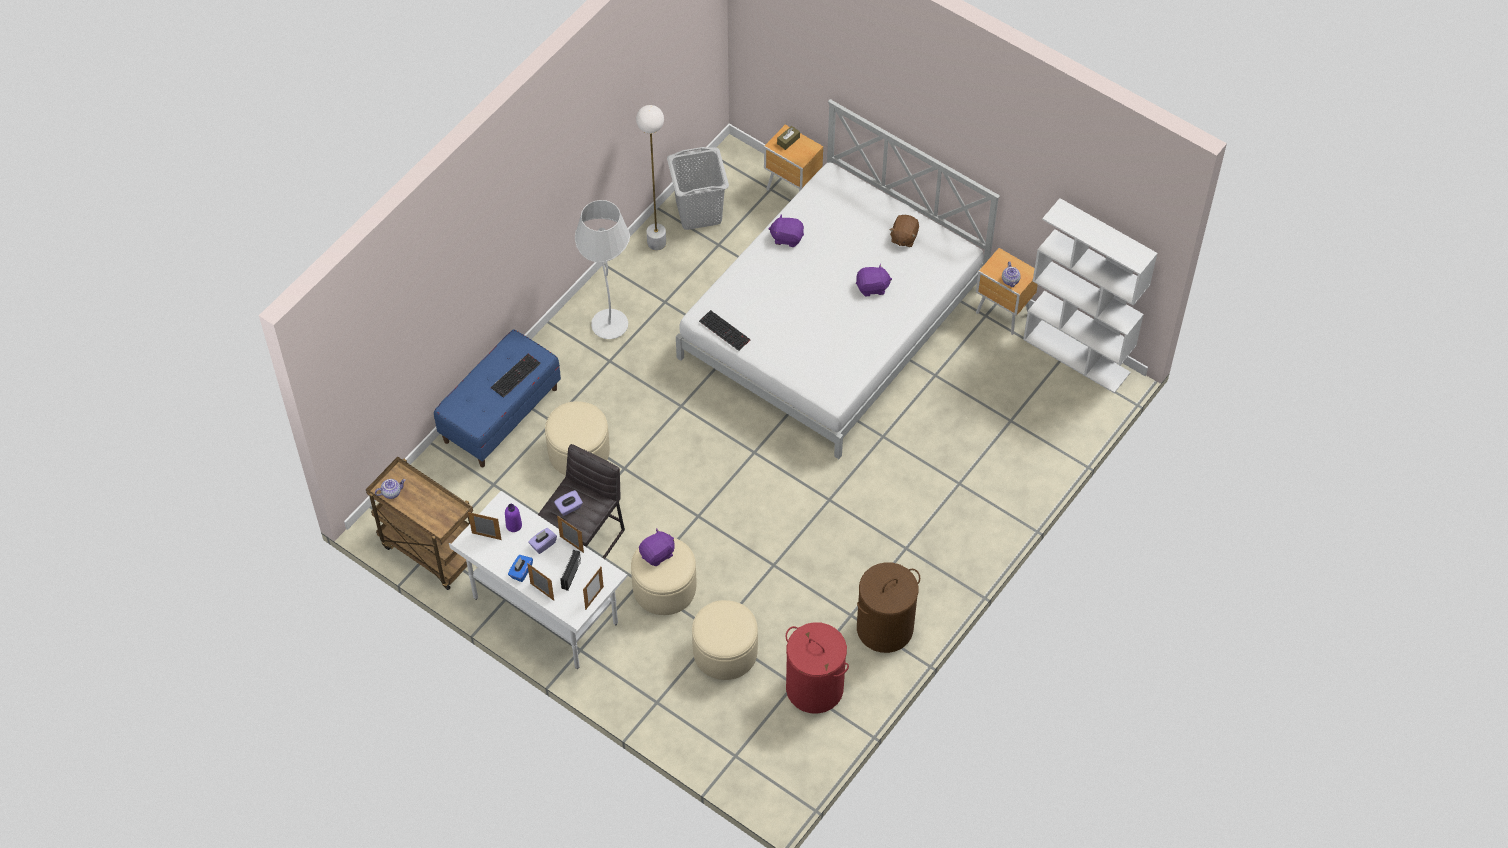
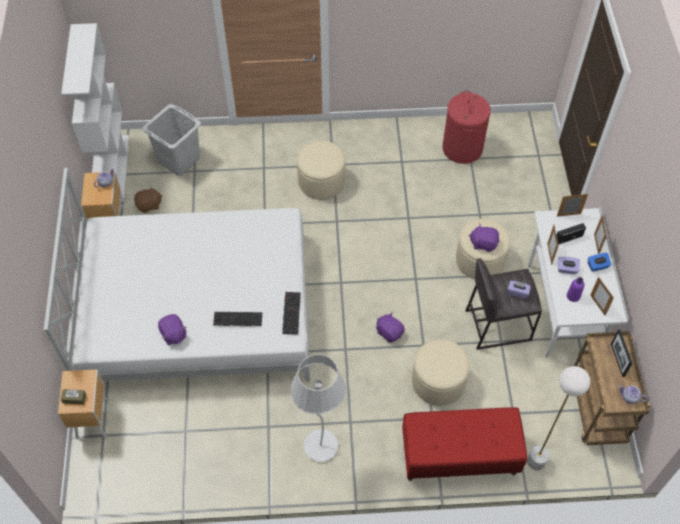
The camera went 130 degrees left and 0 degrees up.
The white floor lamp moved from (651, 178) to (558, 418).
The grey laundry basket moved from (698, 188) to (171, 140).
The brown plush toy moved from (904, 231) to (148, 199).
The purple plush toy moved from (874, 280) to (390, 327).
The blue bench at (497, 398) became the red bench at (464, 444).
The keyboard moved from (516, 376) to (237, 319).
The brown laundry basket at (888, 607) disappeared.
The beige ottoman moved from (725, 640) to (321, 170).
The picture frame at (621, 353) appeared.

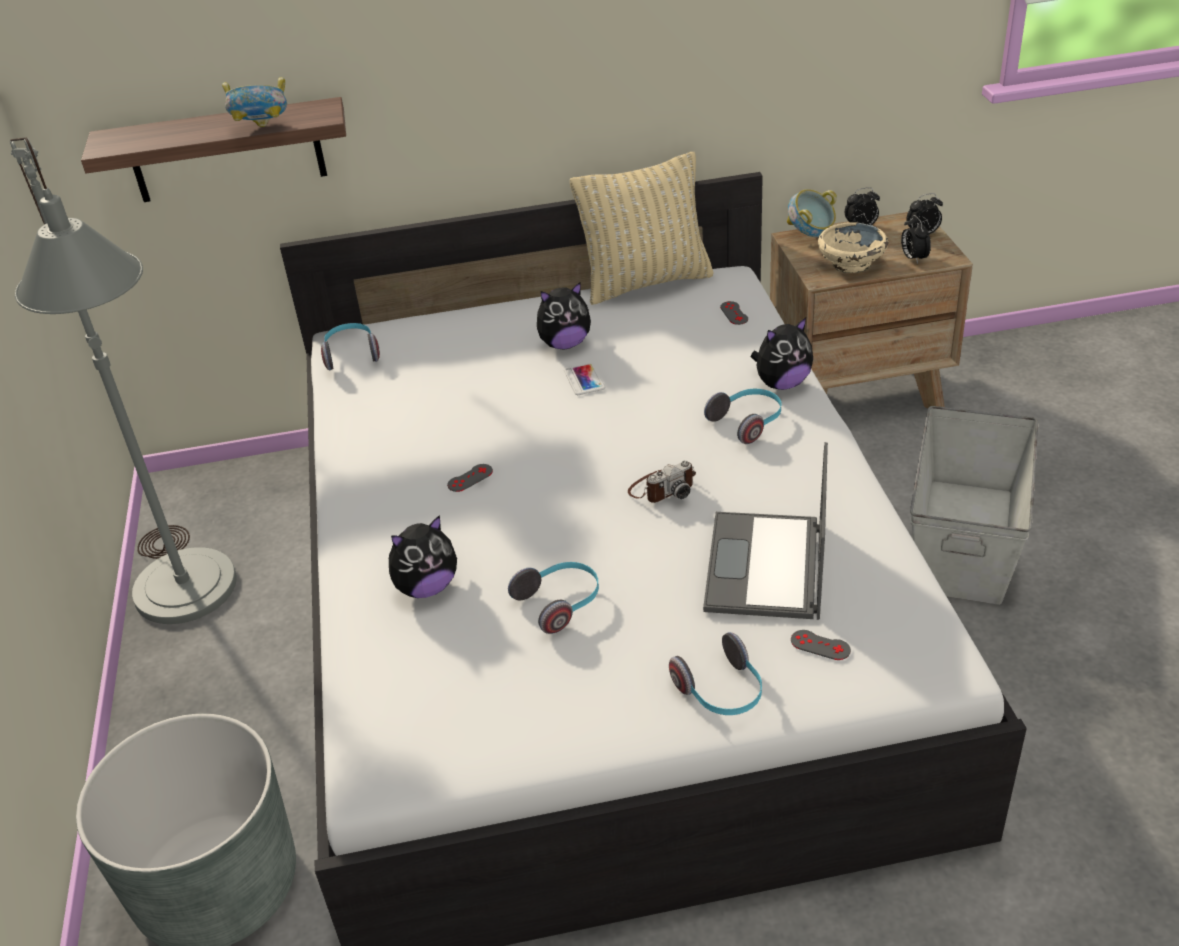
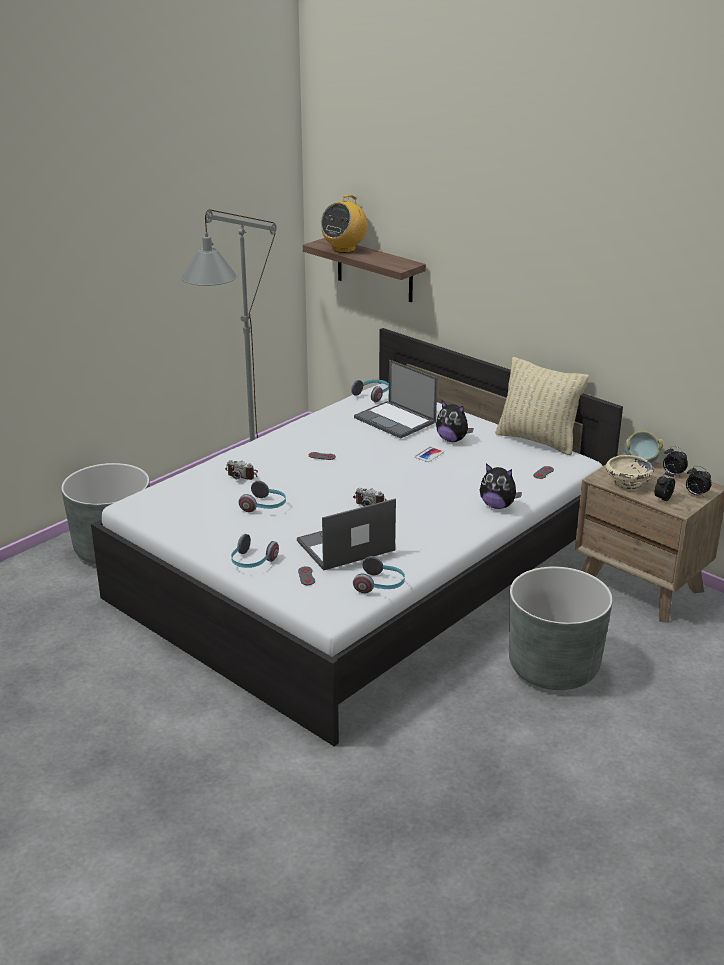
The camera went 50 degrees right and 10 degrees down.
The bowl at (254, 102) disappeared.
The headphones moved from (743, 416) to (379, 575).
The grey storage box at (974, 505) was replaced by the grey planter at (561, 628).
The plush toy at (423, 556) was replaced by the photo camera at (241, 470).
The radio at (344, 224) appeared.
The laptop at (396, 399) appeared.

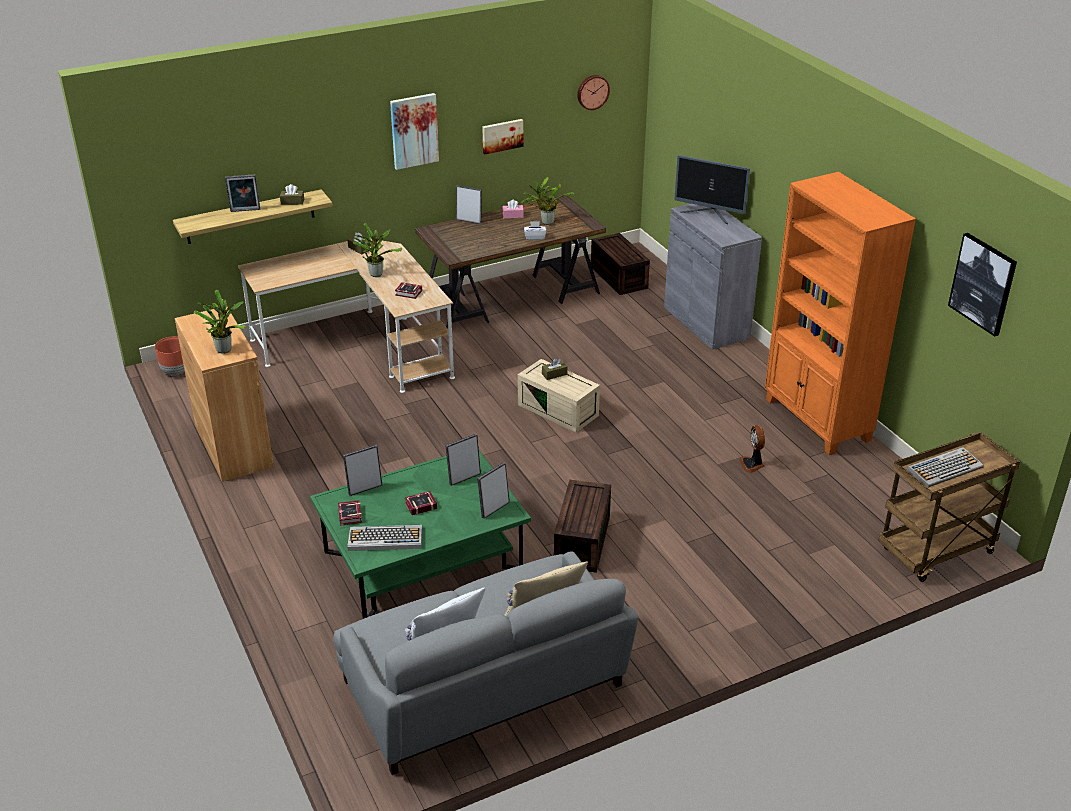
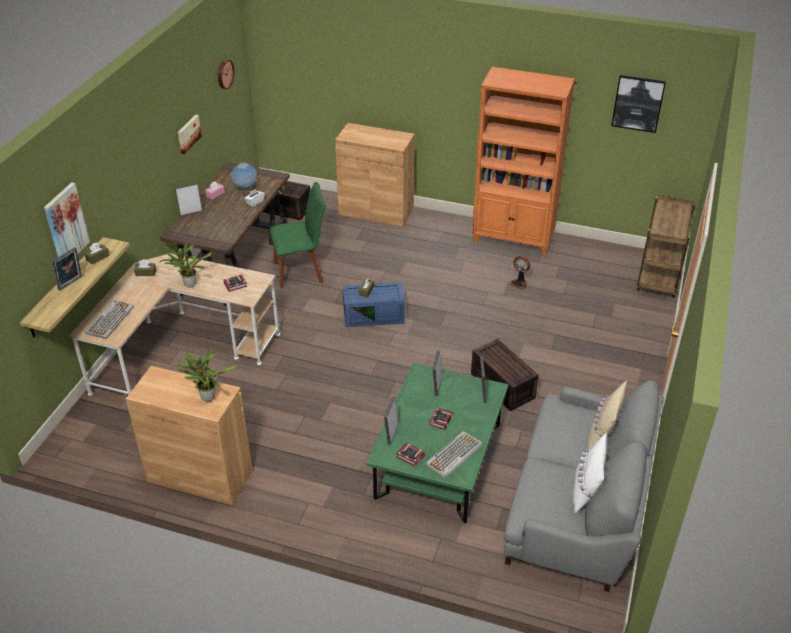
The camera went 45 degrees left and 5 degrees up.
The picture moved from (414, 131) to (67, 219).
The monitor at (712, 189) disappeared.
The potted plant at (547, 201) was replaced by the globe at (244, 176).
The grey cabinet at (713, 277) became the brown cabinet at (375, 175).
The brown planter at (170, 355) disappeared.
The beige storage box at (559, 396) became the blue storage box at (374, 304).
The keyboard moved from (945, 467) to (109, 319).
The green chair at (297, 235) appeared.

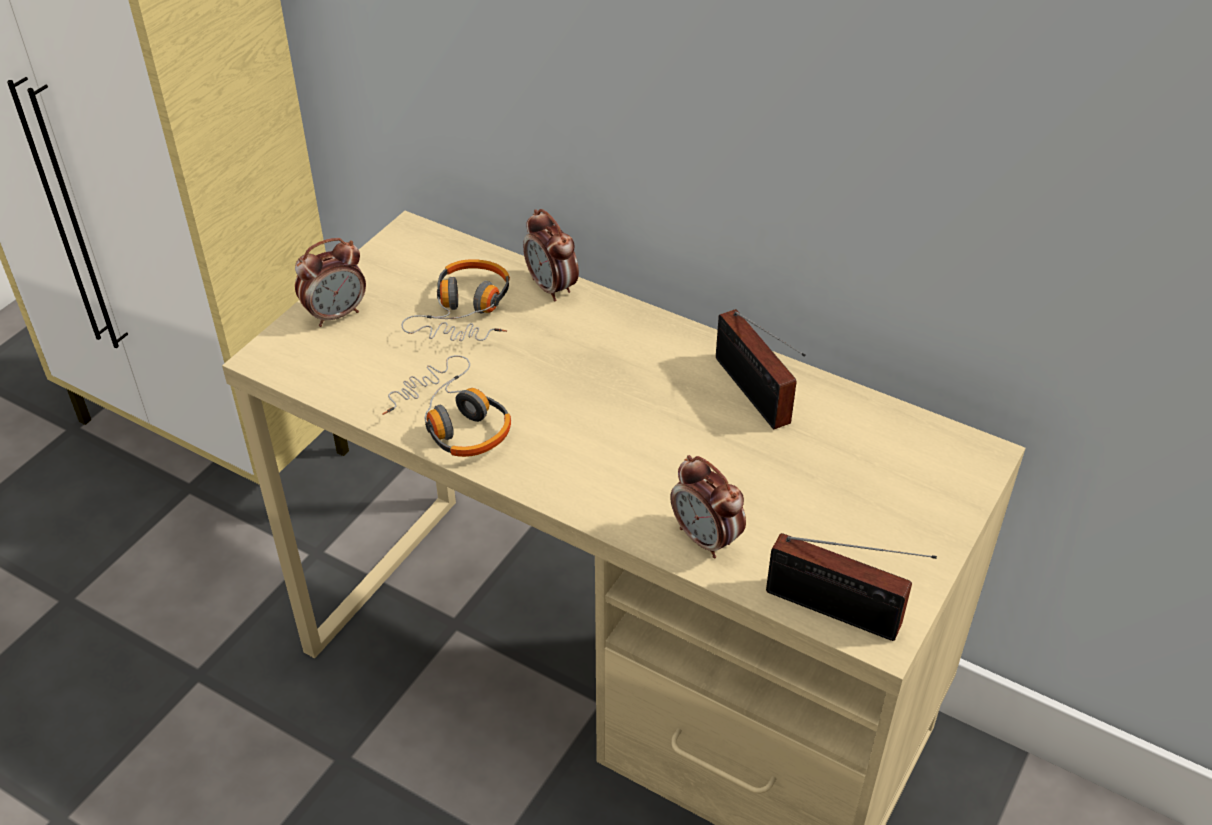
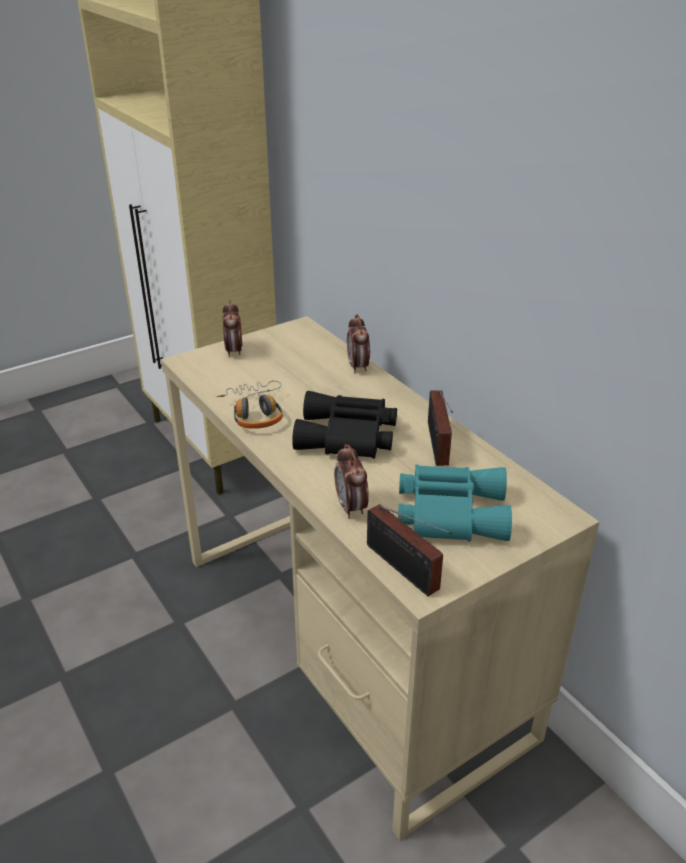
The camera went 25 degrees right and 10 degrees down.
The alarm clock at (330, 282) turned 90 degrees clockwise.
The headphones at (455, 300) disappeared.
The black binoculars at (344, 425) appeared.
The turquoise binoculars at (455, 502) appeared.

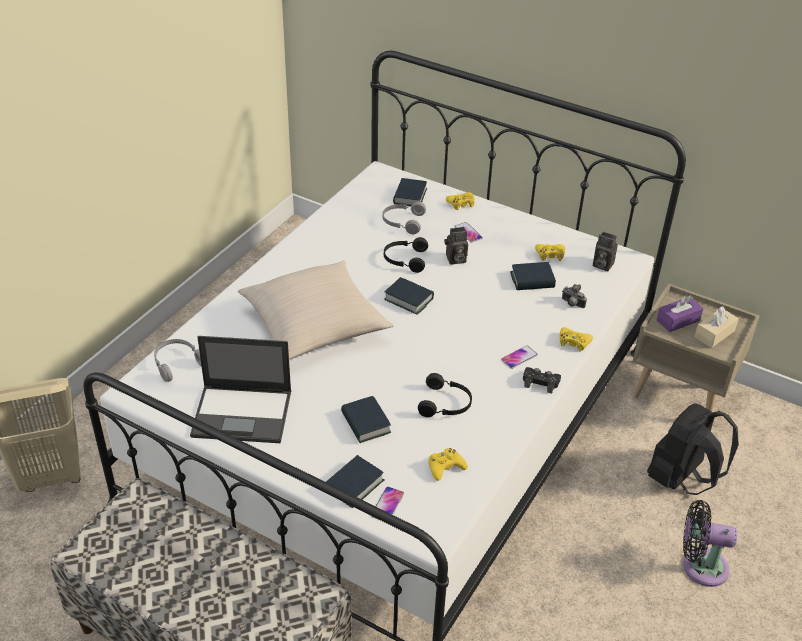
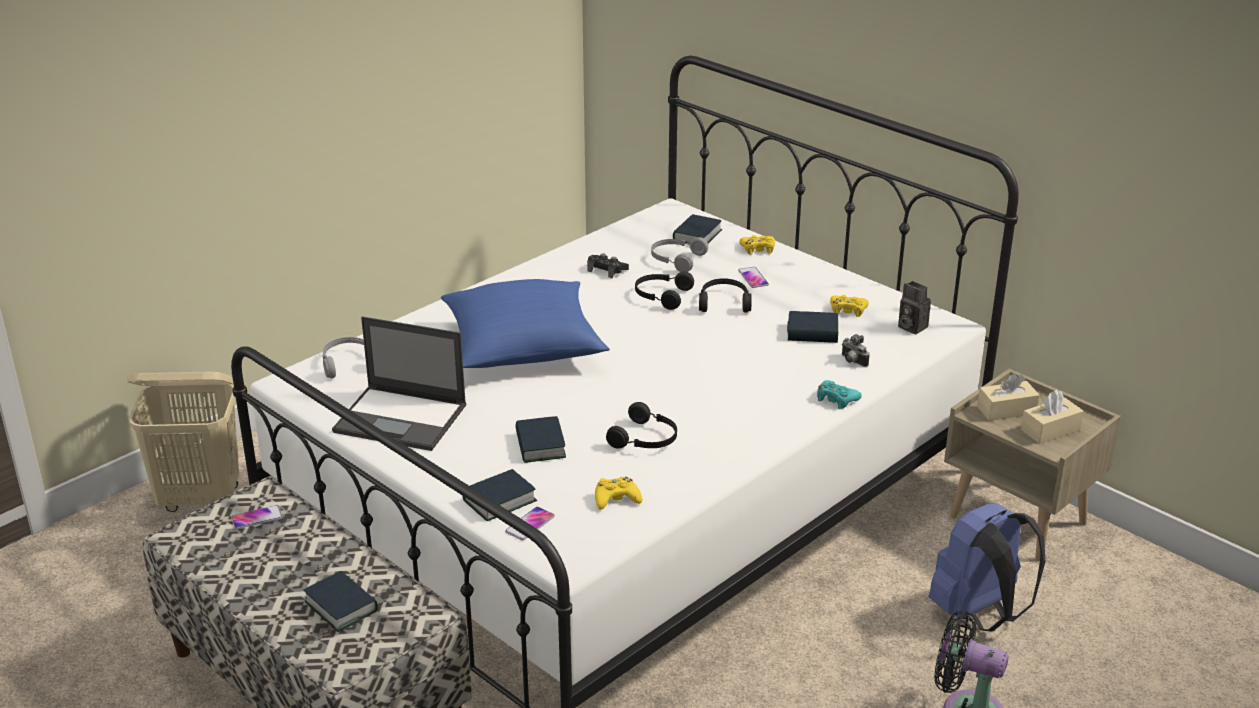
The camera went 15 degrees right and 10 degrees down.
The photo camera at (456, 246) was replaced by the black headphones at (725, 295).
The beige pillow at (316, 310) became the blue pillow at (525, 323).
The book moved from (409, 296) to (340, 601).
The purple tissue box at (680, 313) became the beige tissue box at (1008, 397).
The yellow game controller at (576, 339) became the turquoise game controller at (839, 394).
The phone moved from (519, 357) to (257, 517).
The black game controller moved from (542, 380) to (608, 266).
The black backpack at (693, 449) became the blue backpack at (987, 568).

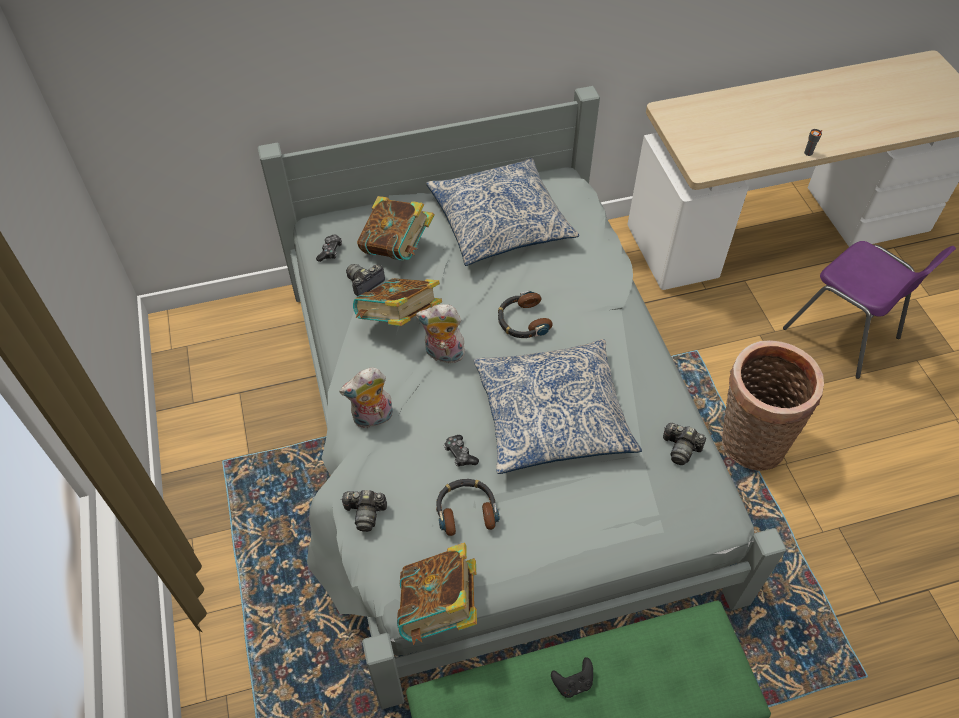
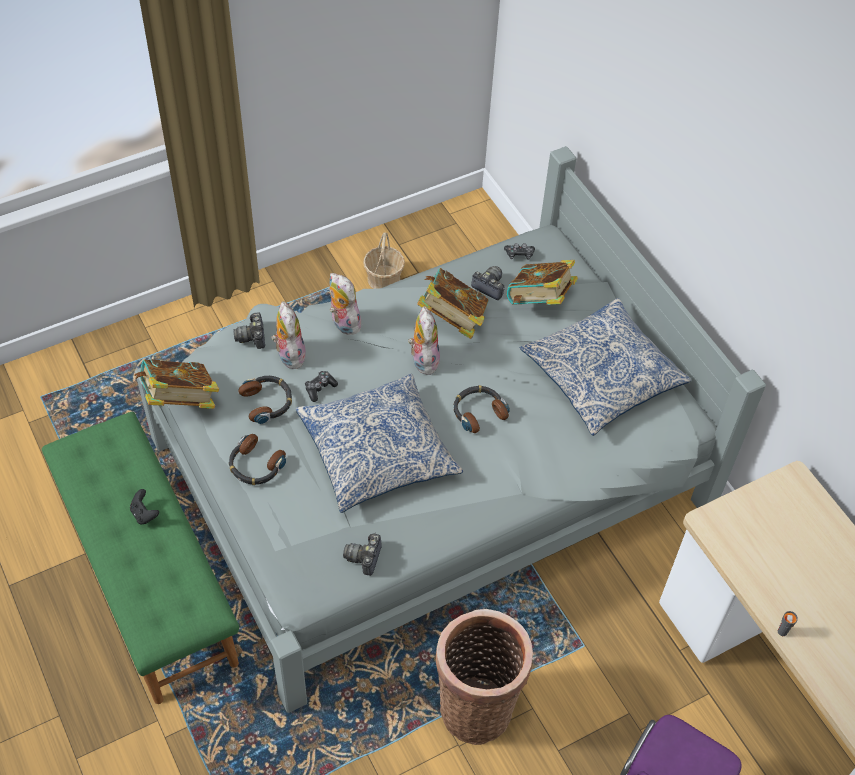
The camera went 75 degrees right and 0 degrees up.
The basket at (384, 260) appeared.
The plush toy at (289, 335) appeared.
The headphones at (257, 459) appeared.

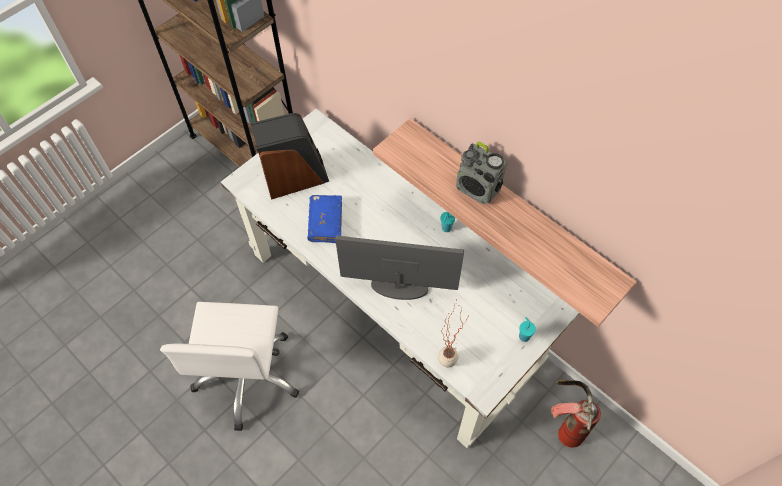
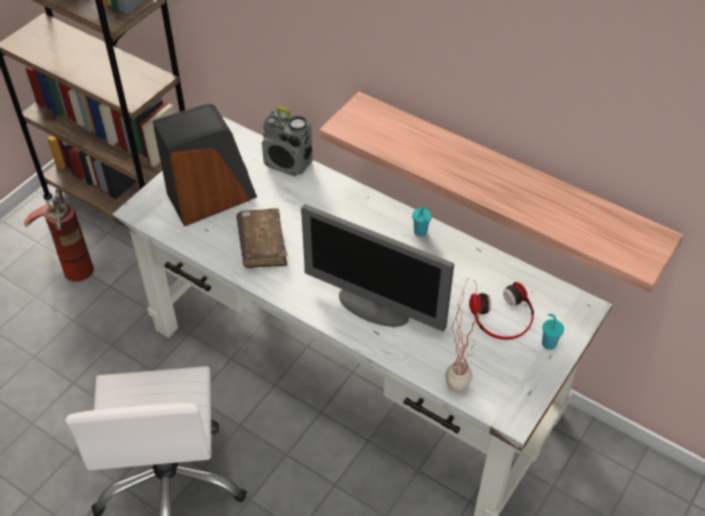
The camera went 10 degrees left and 10 degrees down.
The radio moved from (481, 173) to (287, 141).
The blue book at (324, 219) became the brown book at (261, 238).
The monitor at (399, 267) turned 150 degrees counterclockwise.
The fire extinguisher moved from (576, 414) to (59, 235).
The headphones at (501, 311) appeared.

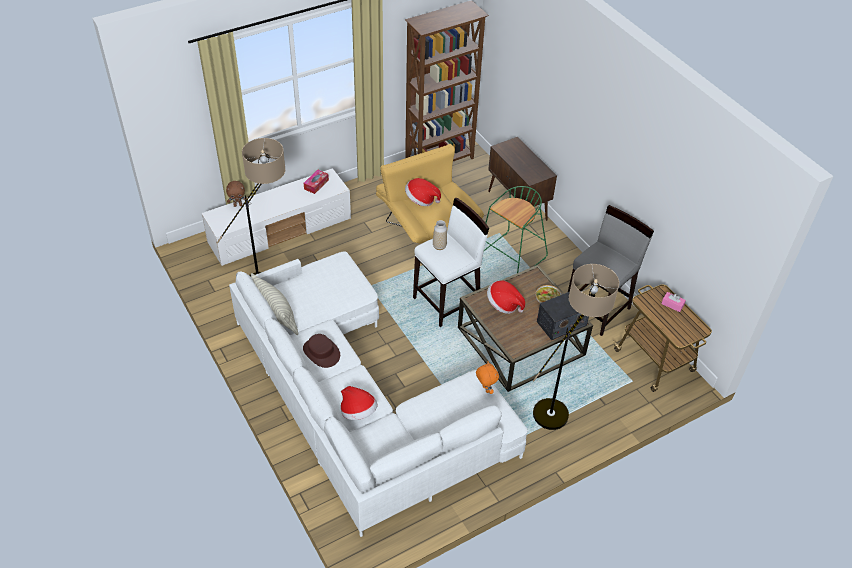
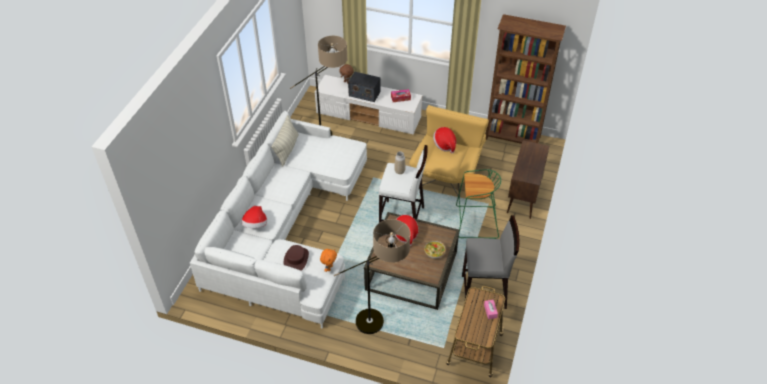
The camera went 50 degrees right and 0 degrees up.
The radio moved from (563, 316) to (364, 87).
The brown hat moved from (321, 351) to (296, 258).

